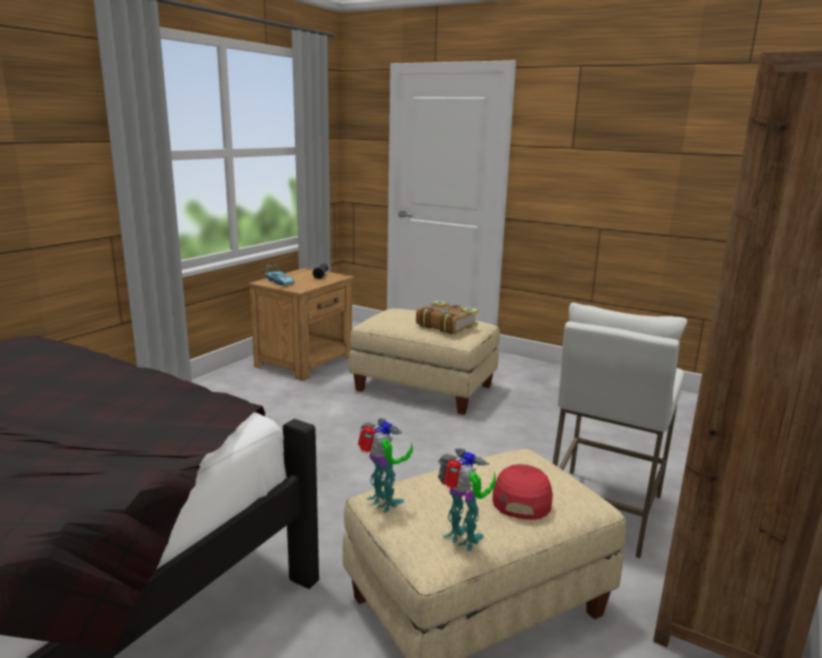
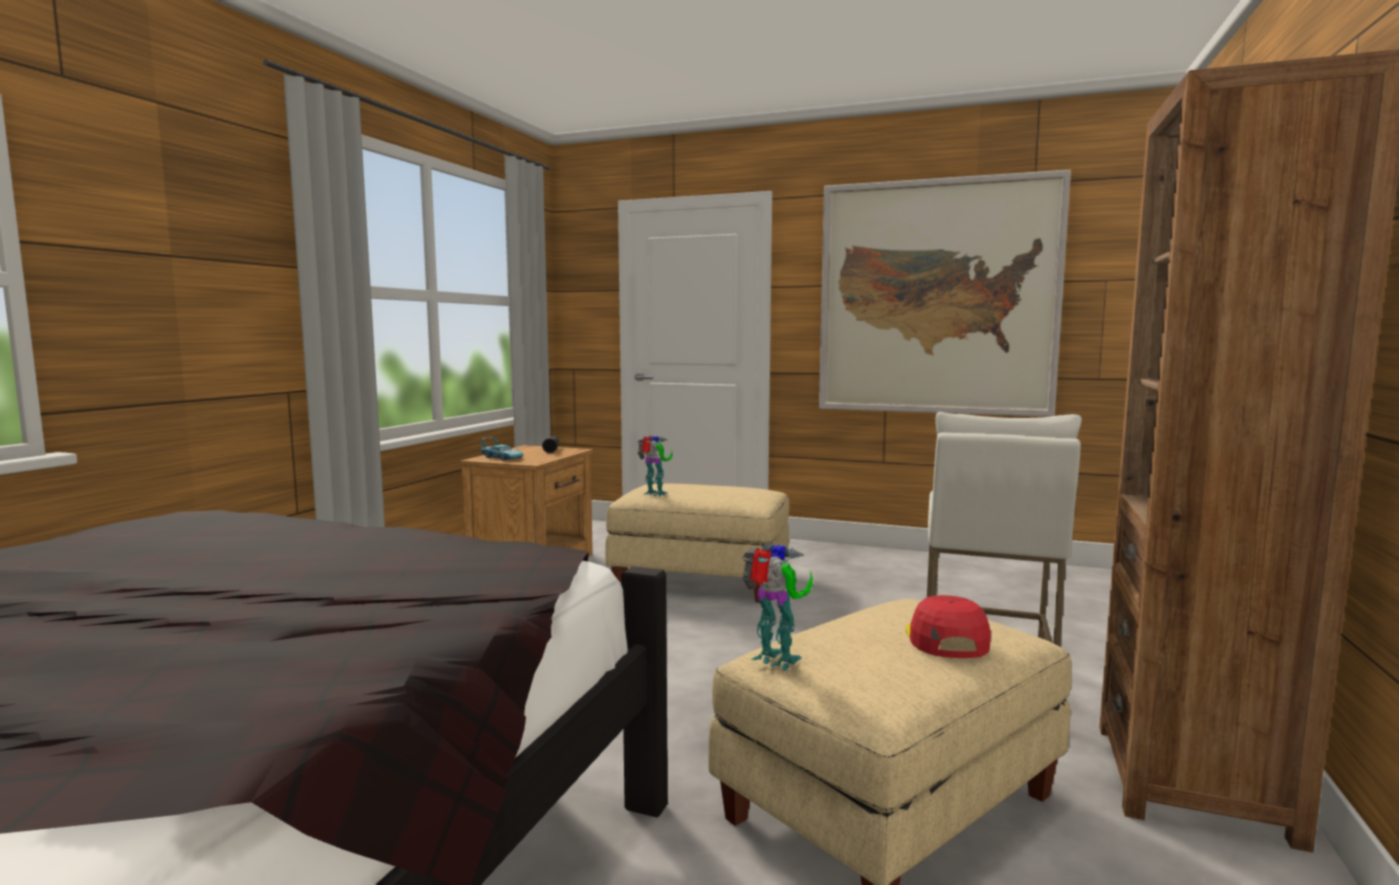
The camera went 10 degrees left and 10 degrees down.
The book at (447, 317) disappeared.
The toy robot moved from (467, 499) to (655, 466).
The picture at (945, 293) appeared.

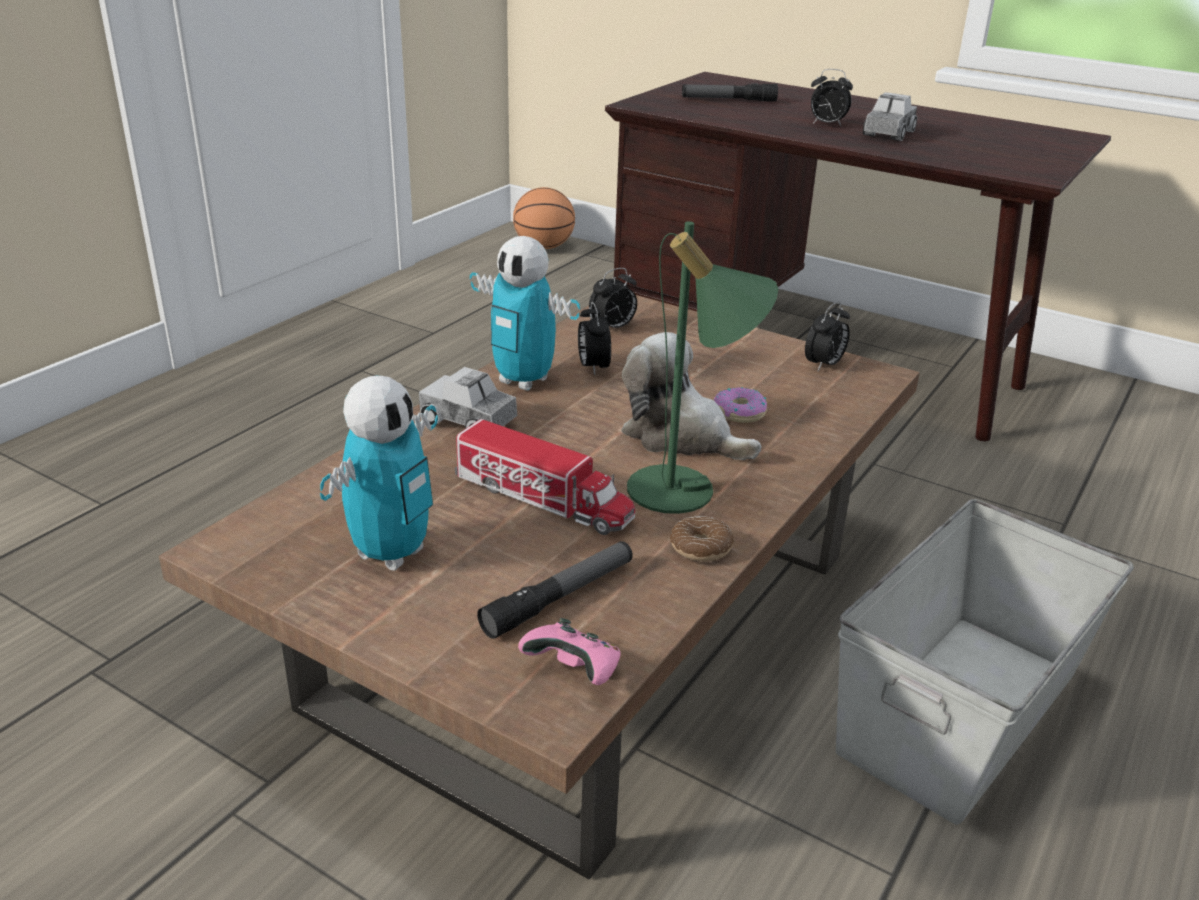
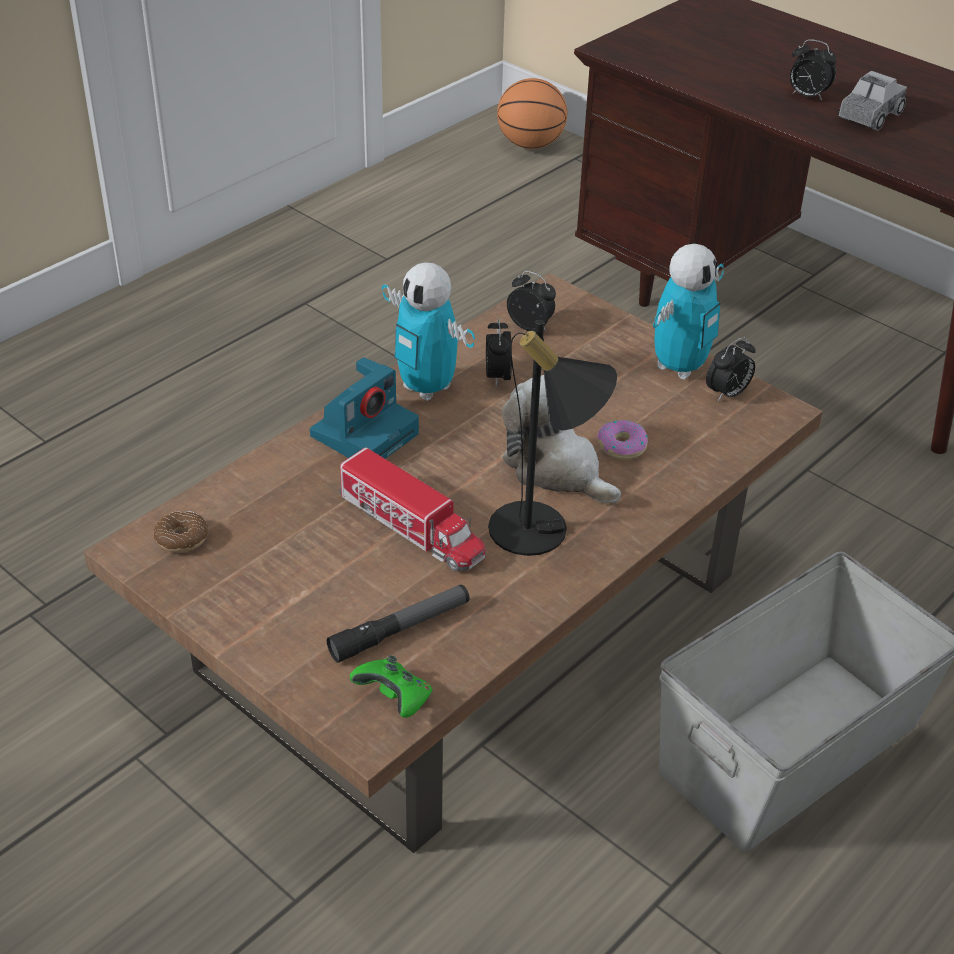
The camera went 10 degrees right and 10 degrees up.
The flashlight at (730, 92) disappeared.
The green table lamp at (702, 367) became the black table lamp at (552, 438).
The alarm clock at (613, 298) turned 120 degrees counterclockwise.
The toy truck at (468, 398) was replaced by the photo camera at (364, 408).
The toy robot moved from (379, 473) to (688, 311).
The donut moved from (702, 539) to (180, 532).
The pink game controller at (569, 651) became the green game controller at (391, 686).

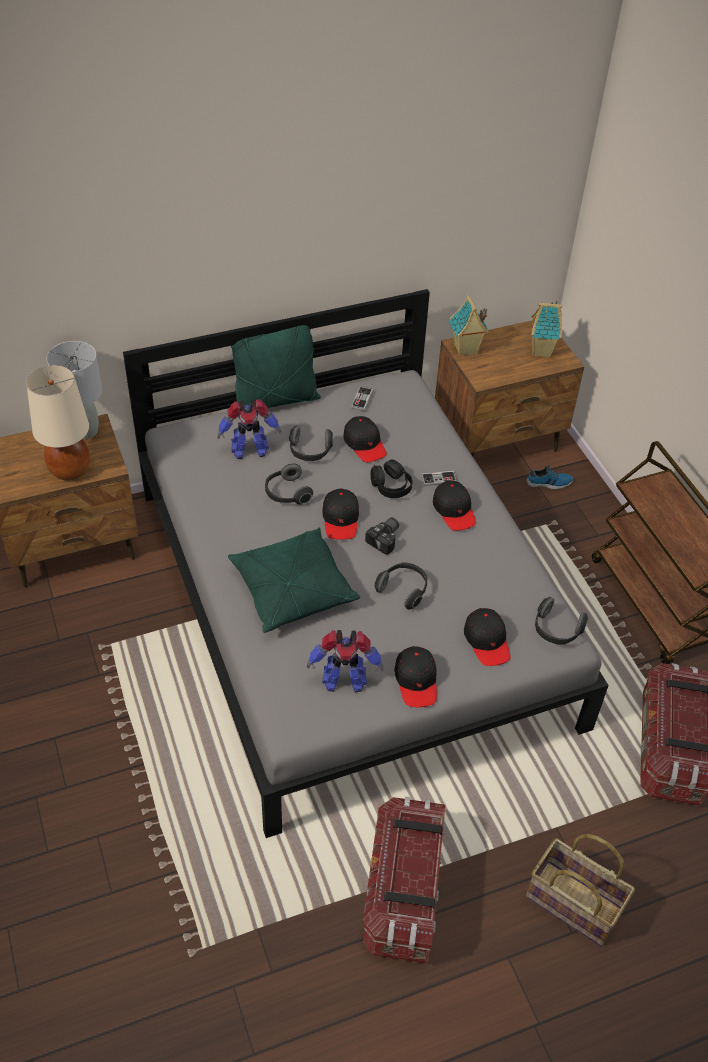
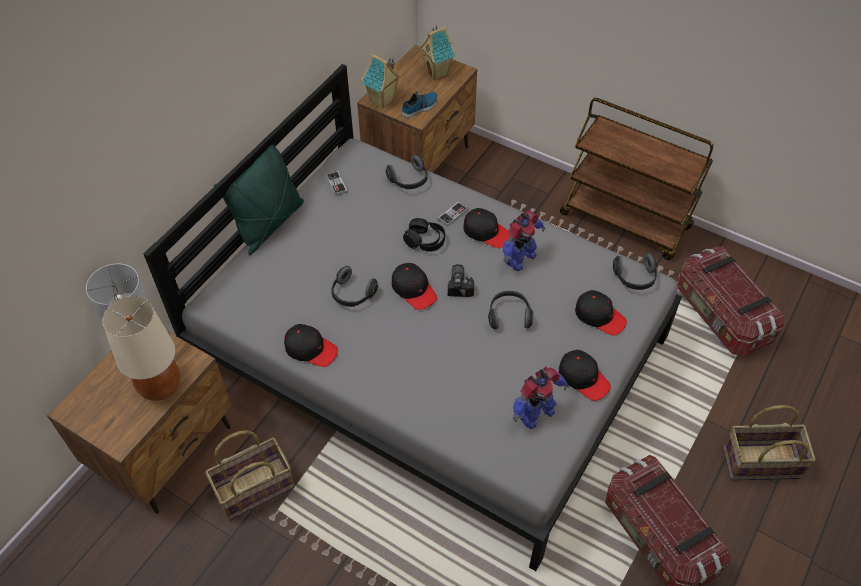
The camera went 35 degrees left and 5 degrees up.
The toy robot moved from (249, 429) to (524, 240).
The black cap moved from (365, 439) to (311, 345).
The headphones moved from (311, 443) to (406, 171).
The shoe moved from (549, 477) to (419, 104).
The green pillow at (294, 580) disappeared.
The basket at (250, 475) appeared.

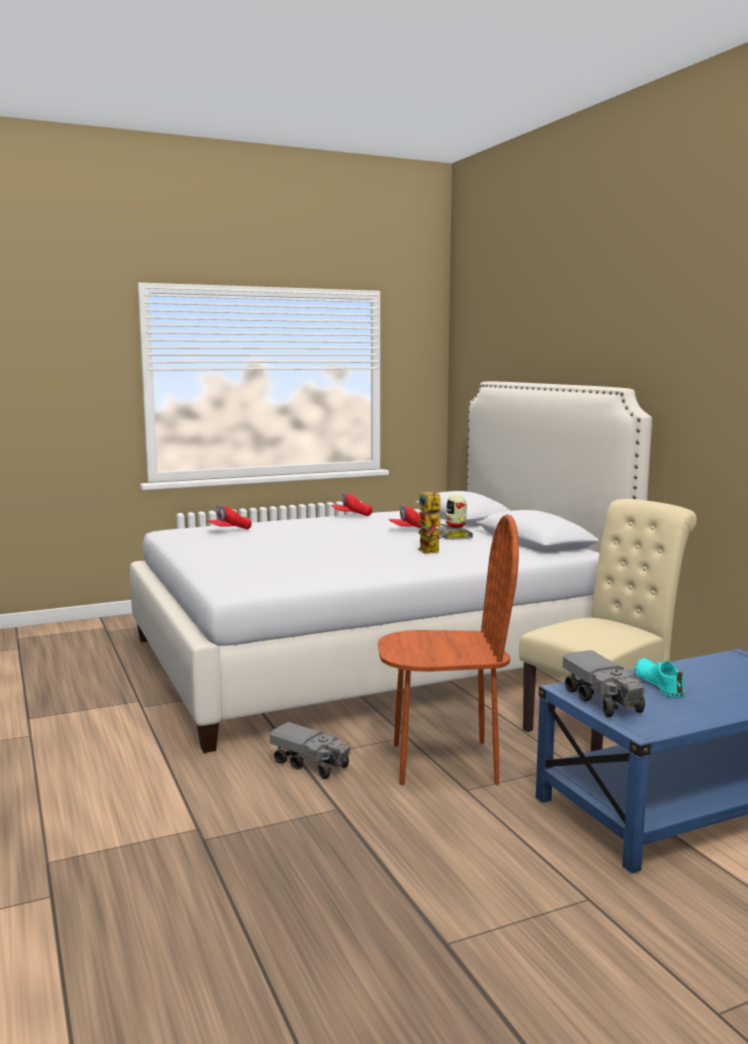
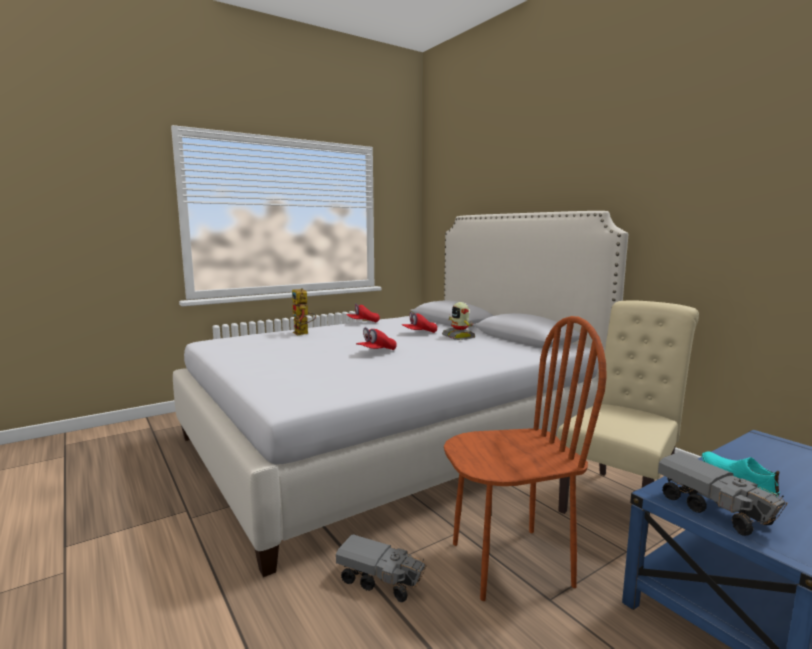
The camera went 10 degrees left and 0 degrees up.
The toy robot moved from (435, 522) to (304, 311).
The red cap moved from (229, 517) to (376, 338).

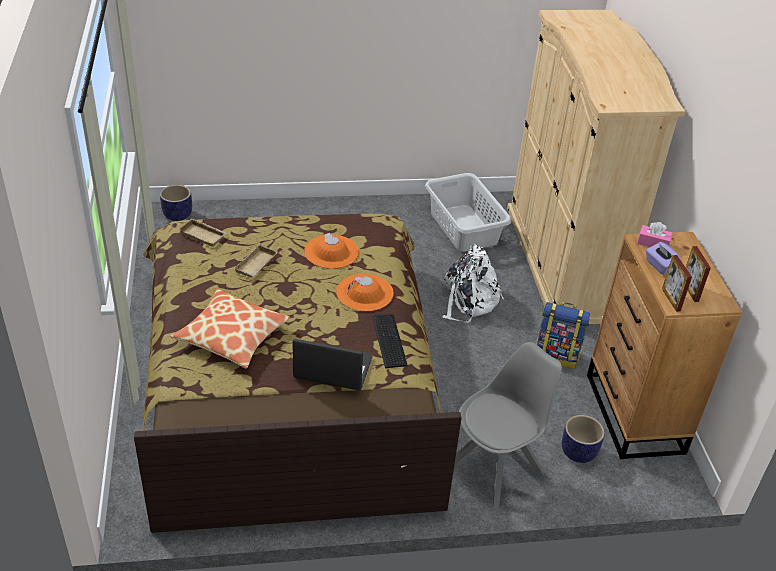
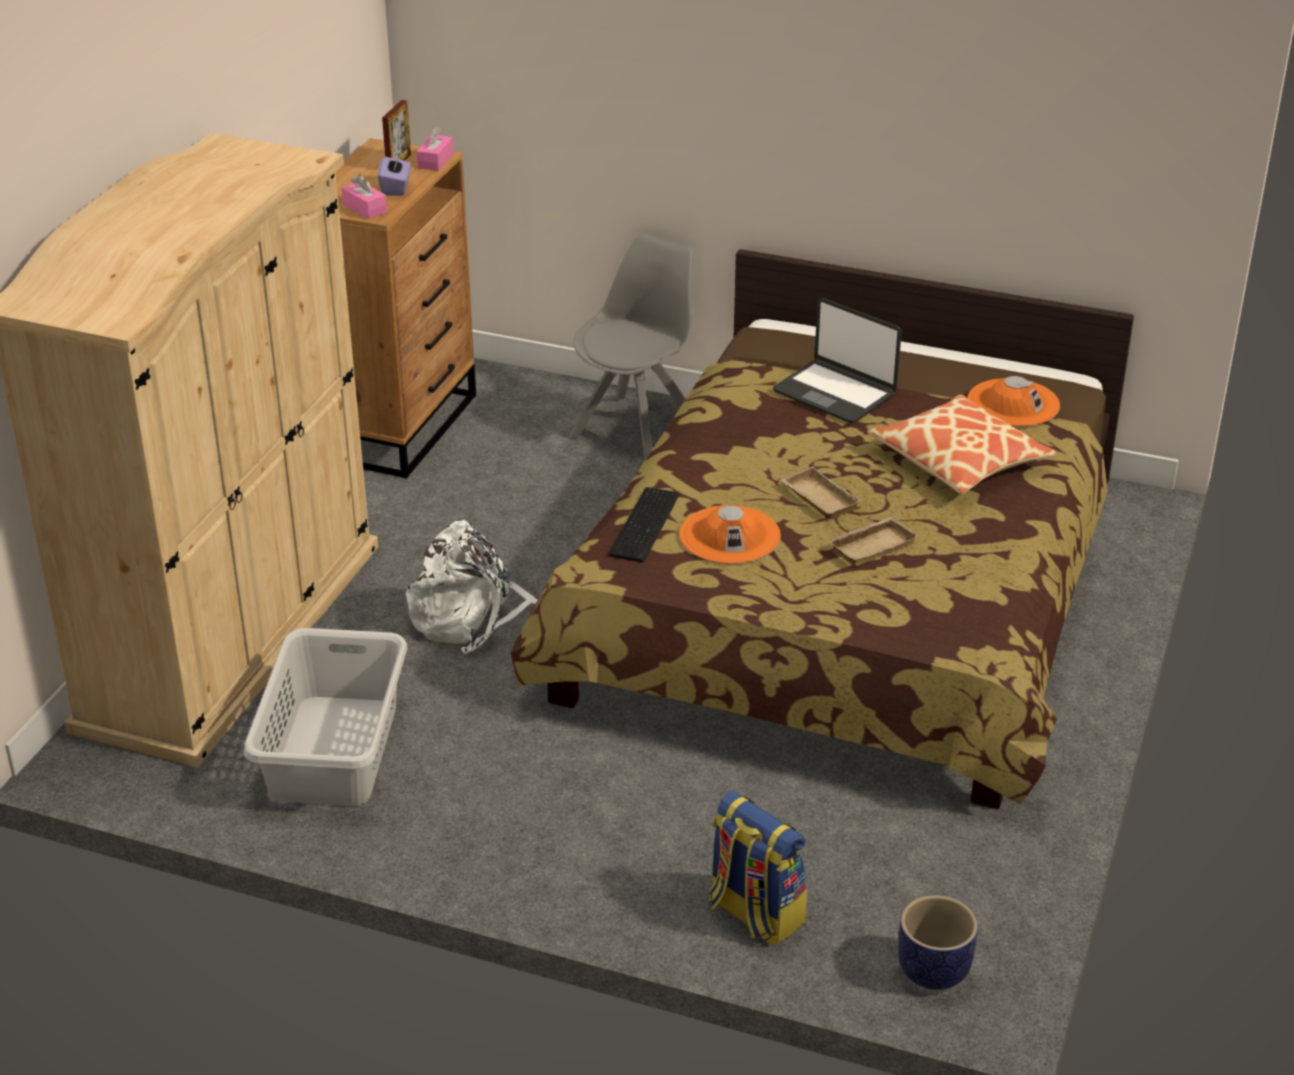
The camera went 150 degrees left and 5 degrees down.
The beige tray moved from (202, 232) to (821, 492).
The picture frame at (677, 283) was replaced by the pink tissue box at (435, 149).
The orange hat moved from (365, 292) to (1014, 401).
The backpack moved from (563, 335) to (758, 868).
The keyboard moved from (390, 341) to (644, 525).
The grey chair at (508, 425) turned 135 degrees clockwise.
The planter at (583, 439) disappeared.

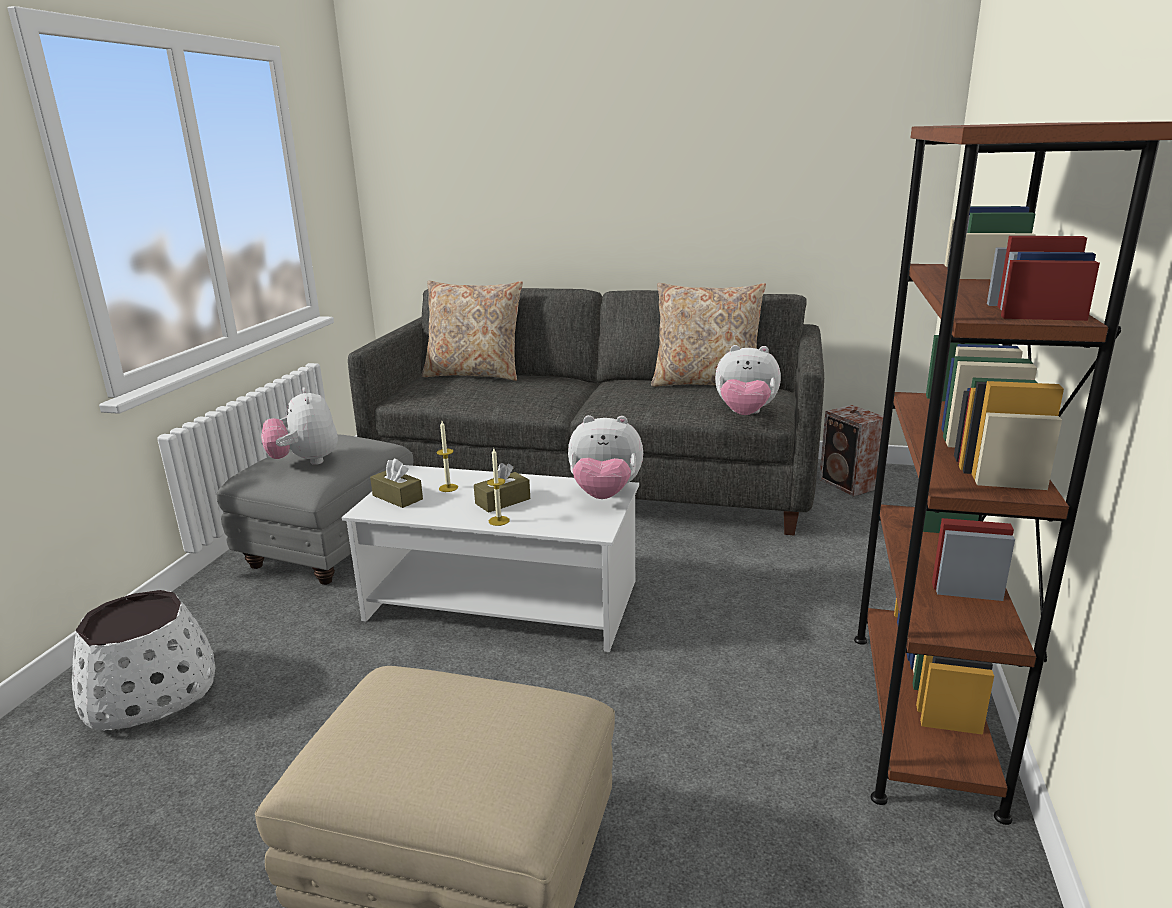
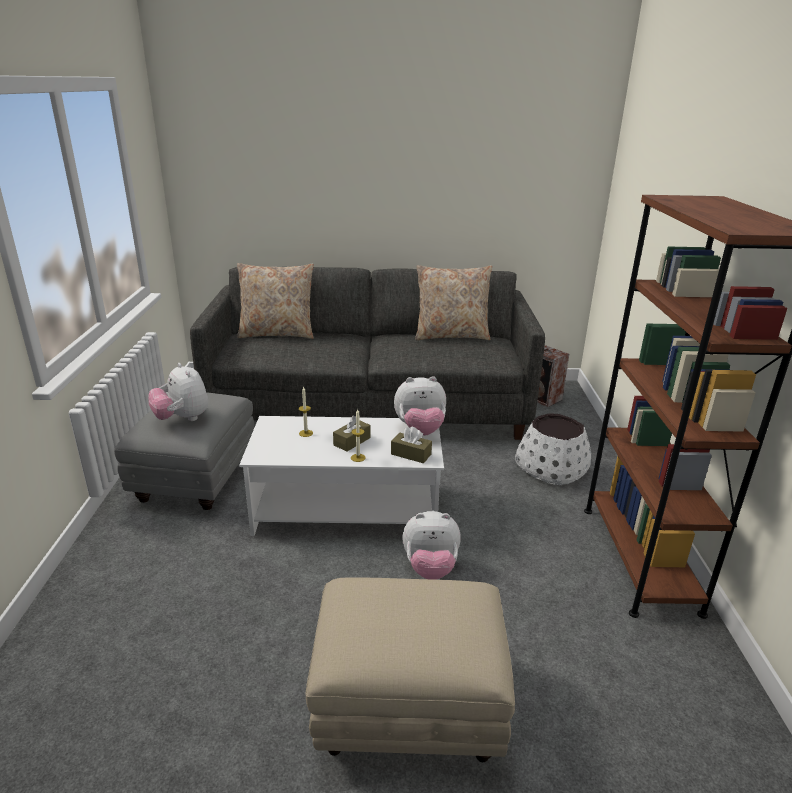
The camera went 15 degrees left and 5 degrees up.
The plush toy moved from (748, 380) to (431, 545).
The brown tissue box moved from (396, 483) to (411, 445).
The white planter moved from (143, 660) to (553, 449).

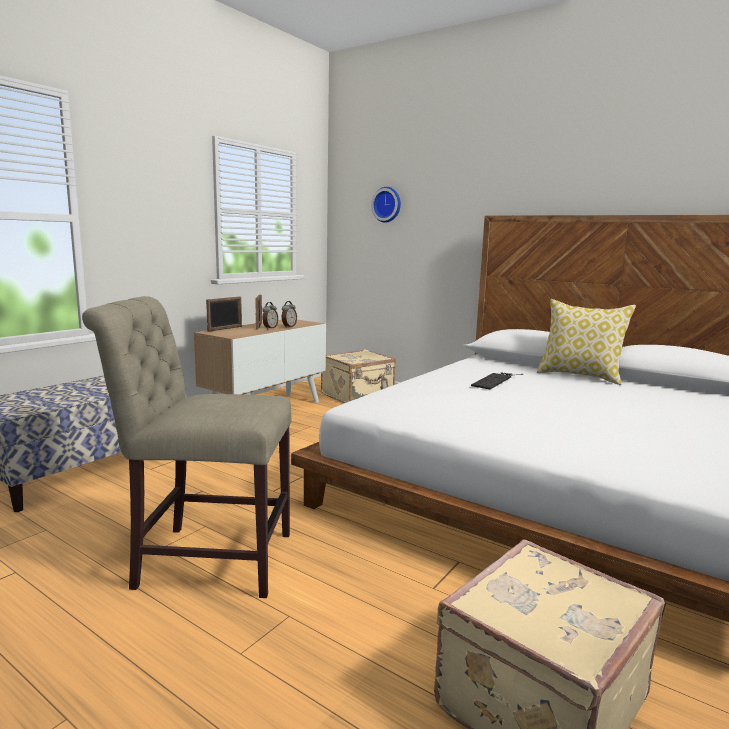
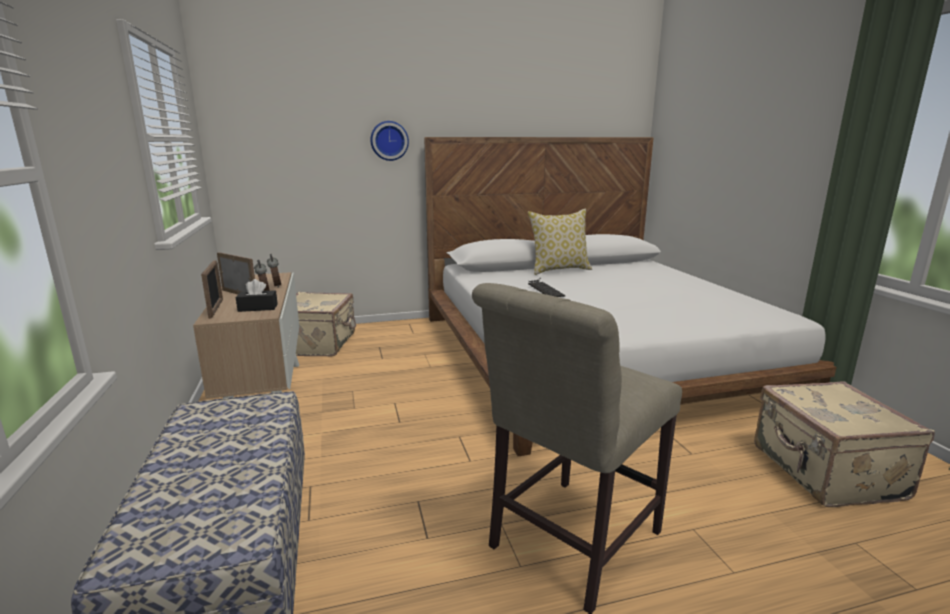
The camera went 50 degrees left and 5 degrees up.
The wall clock moved from (386, 205) to (389, 141).
The black tissue box at (257, 295) appeared.

